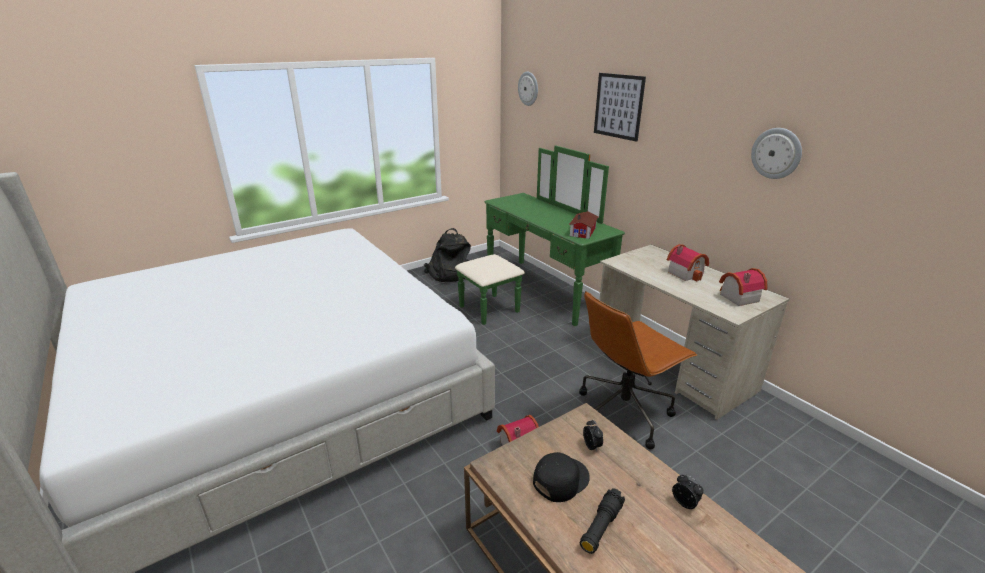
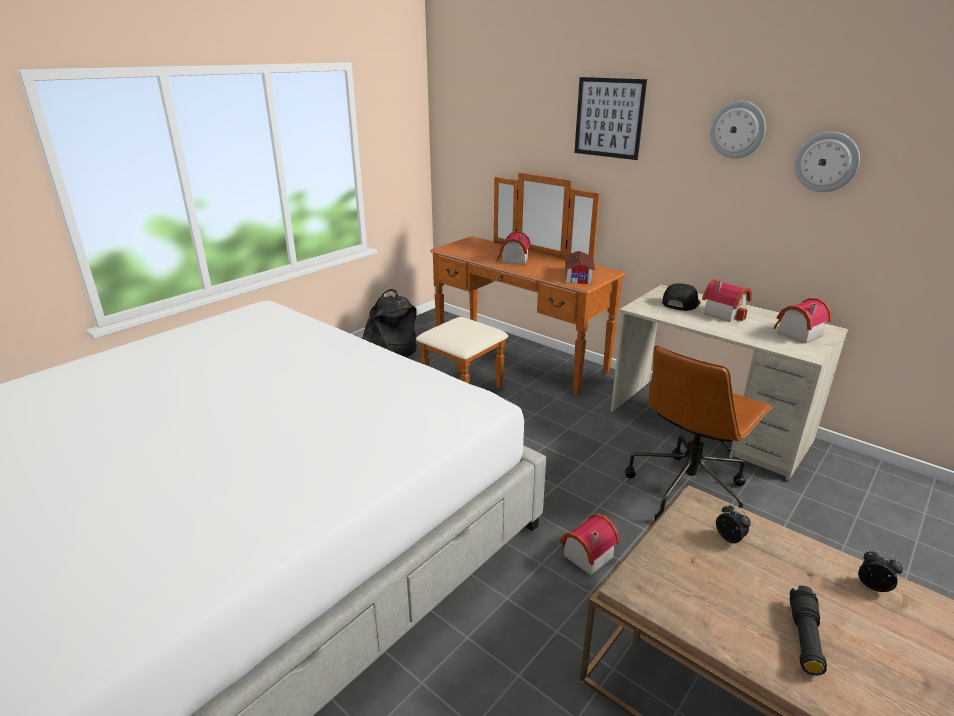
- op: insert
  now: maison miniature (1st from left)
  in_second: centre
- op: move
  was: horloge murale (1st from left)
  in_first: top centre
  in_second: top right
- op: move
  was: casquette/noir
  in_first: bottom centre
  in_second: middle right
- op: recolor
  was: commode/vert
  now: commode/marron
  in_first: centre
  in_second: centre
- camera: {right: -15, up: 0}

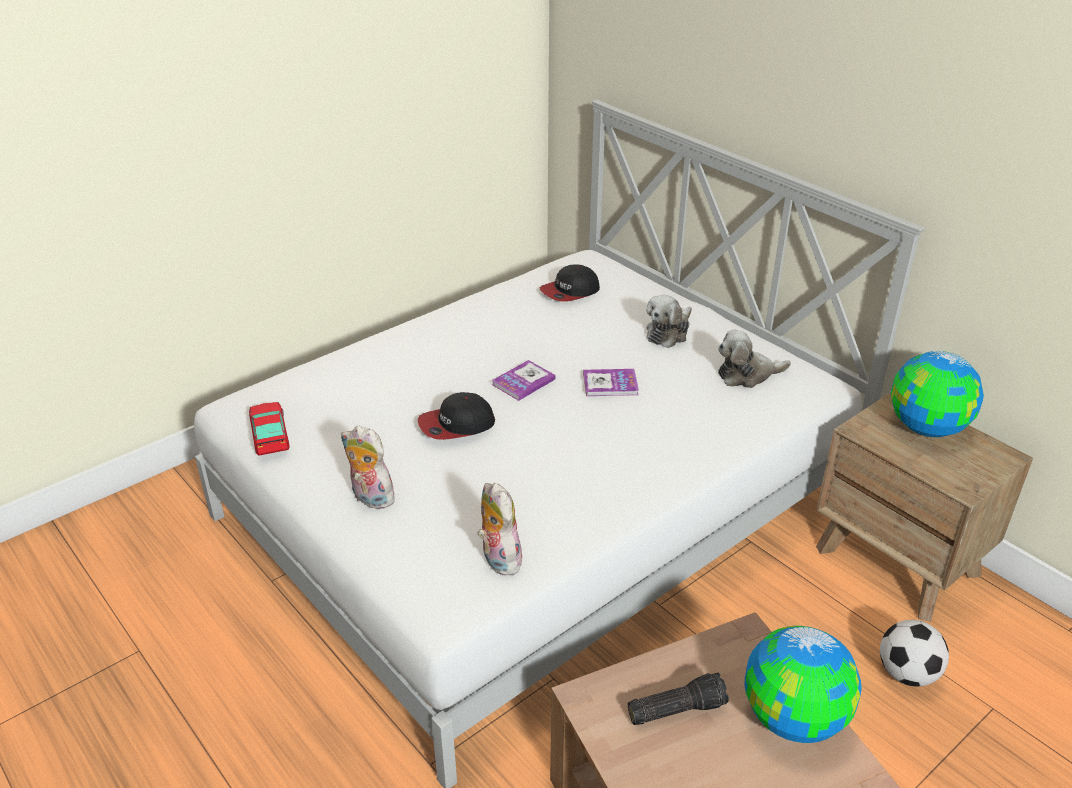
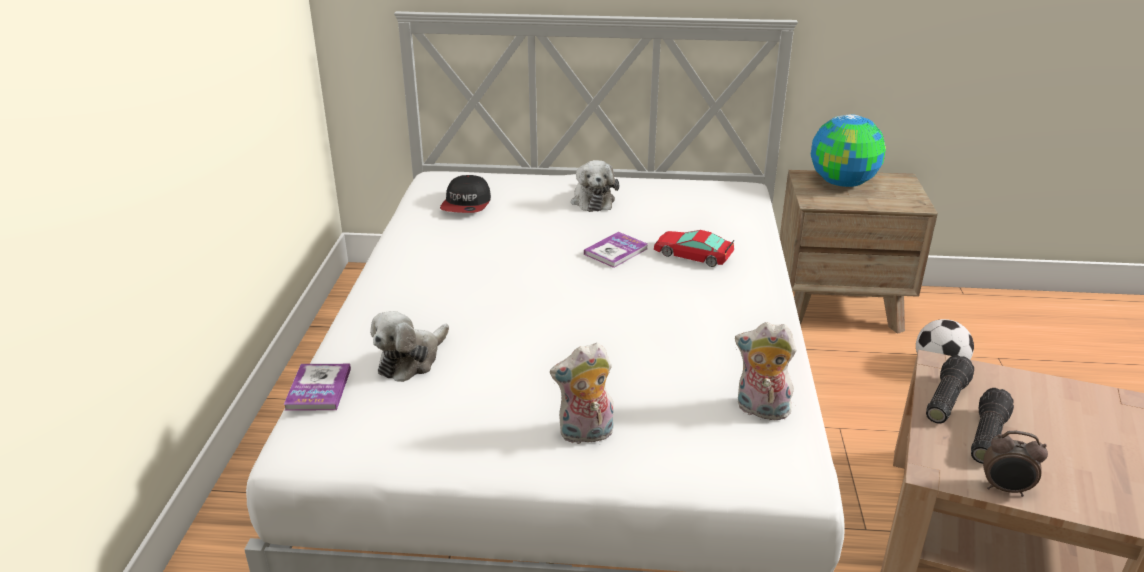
- op: delete
  was: casquette (1st from left)
  in_first: centre
- op: delete
  was: globe (1st from left)
  in_first: bottom right
- op: insert
  now: lampe de poche (1st from left)
  in_second: bottom right
- op: insert
  now: réveil
  in_second: bottom right
- op: move
  was: petite voiture
  in_first: middle left
  in_second: centre
- op: move
  was: livre (1st from left)
  in_first: centre
  in_second: bottom left
- op: move
  was: peluche (4th from left in the first image)
  now: peluche (1st from left)
  in_first: middle right
  in_second: centre
- camera: {right: -45, up: -5}

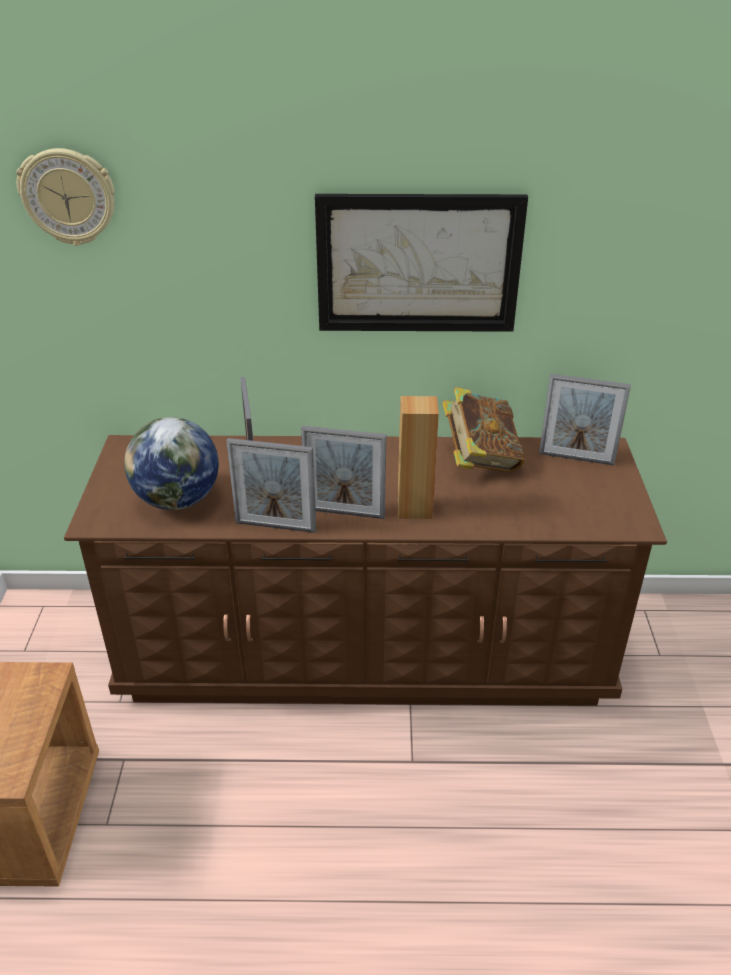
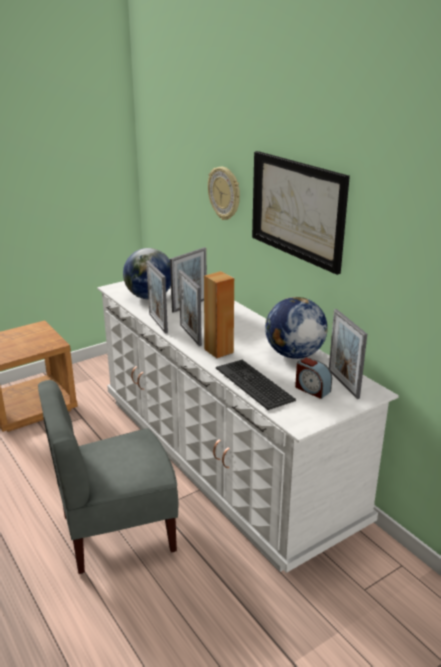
- op: insert
  now: chaise/gris
  in_second: bottom left
- op: insert
  now: clavier
  in_second: centre
- op: insert
  now: réveil
  in_second: middle right
- op: move
  was: horloge murale
  in_first: top left
  in_second: top centre
- op: replace
  was: livre
  now: globe (2nd from left)
  in_first: centre
  in_second: middle right
- op: recolor
  was: commode/marron
  now: commode/blanc
  in_first: centre
  in_second: centre
- camera: {right: 55, up: -10}

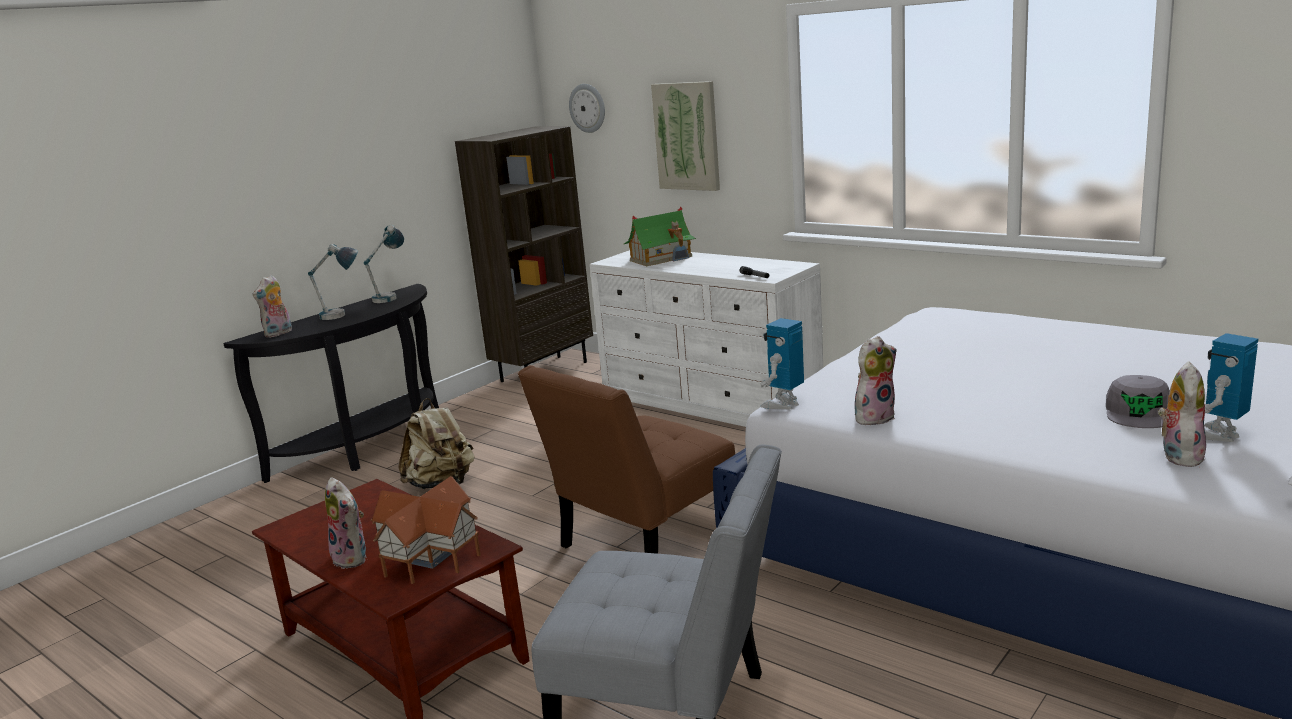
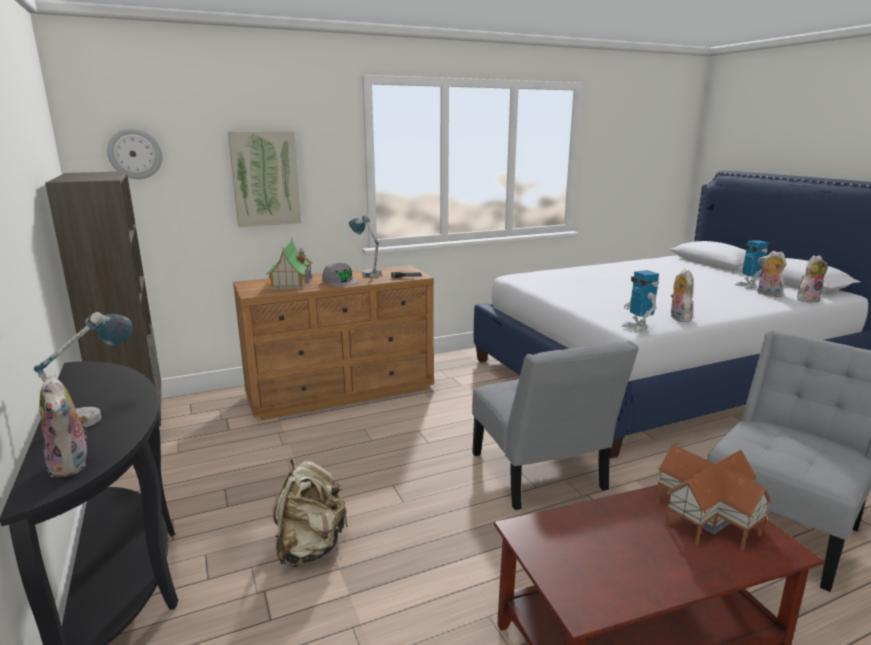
- op: move
  was: peluche (2nd from left in the first image)
  now: peluche (4th from left)
  in_first: bottom left
  in_second: middle right
- op: move
  was: lampe de table (2nd from left)
  in_first: middle left
  in_second: centre
- op: move
  was: casquette/gris
  in_first: middle right
  in_second: centre
- op: recolor
  was: chaise/marron
  now: chaise/gris (1st from left)
  in_first: centre
  in_second: centre
- op: recolor
  was: commode/blanc
  now: commode/marron
  in_first: centre
  in_second: centre
- camera: {right: -65, up: 0}

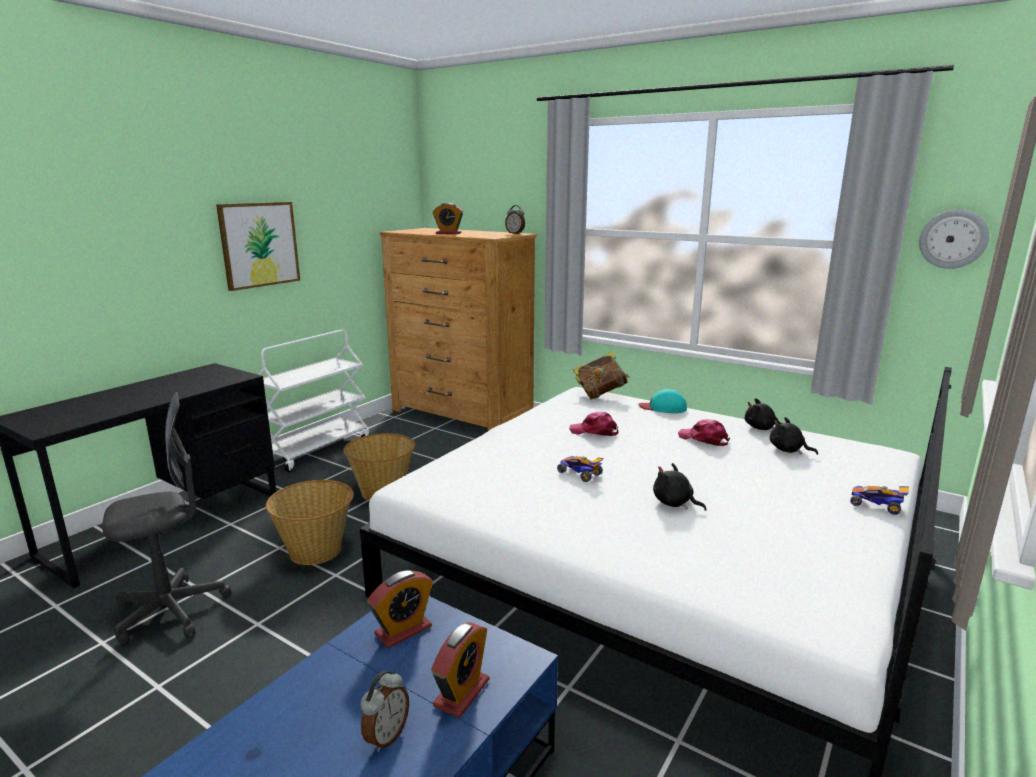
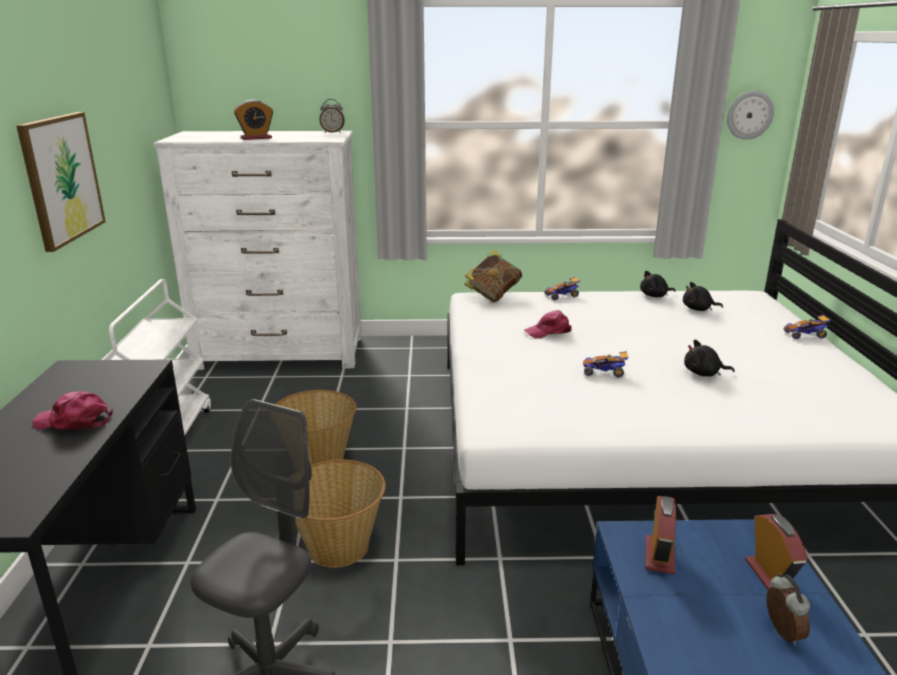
- op: move
  was: casquette/rose (2nd from left in the first image)
  now: casquette/rose (1st from left)
  in_first: middle right
  in_second: middle left
- op: replace
  was: casquette/turquoise
  now: petite voiture (1st from left)
  in_first: centre
  in_second: centre
- op: recolor
  was: commode/marron
  now: commode/blanc
  in_first: centre
  in_second: middle left
- camera: {right: -35, up: 5}

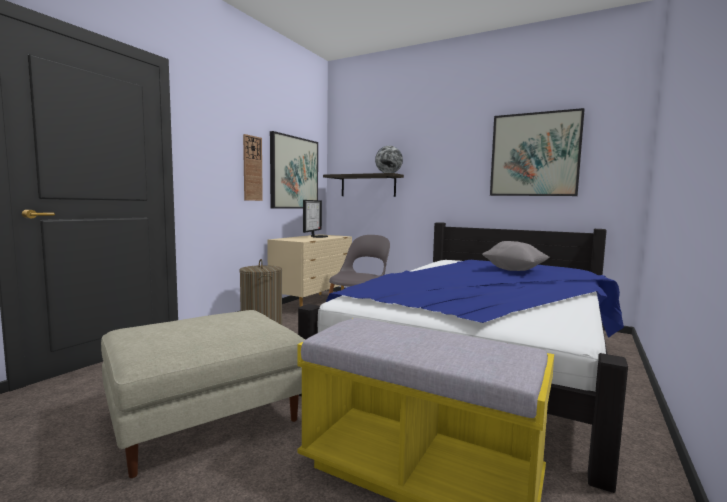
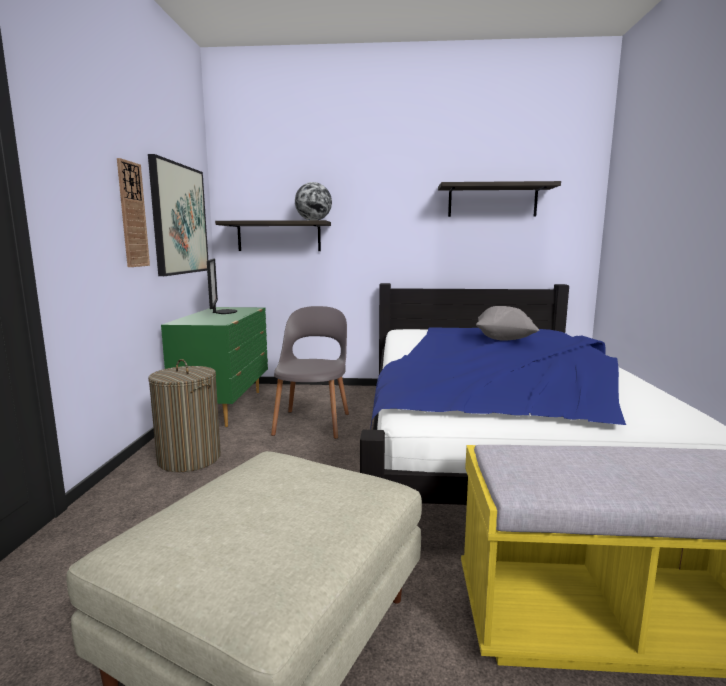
- op: replace
  was: tableau (2nd from left)
  now: étagère (2nd from left)
  in_first: top right
  in_second: top right
- op: recolor
  was: commode/beige
  now: commode/vert
  in_first: centre
  in_second: middle left
- camera: {right: -25, up: 5}

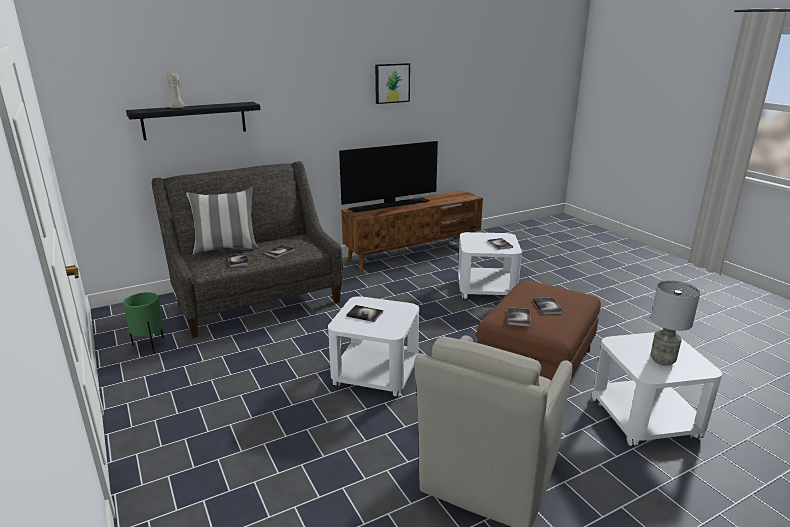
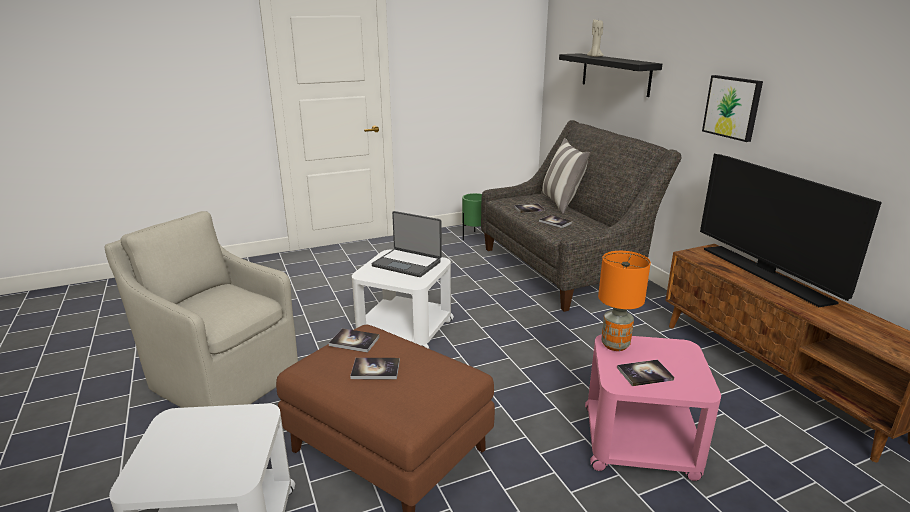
- op: delete
  was: lampe de table/gris
  in_first: middle right
- op: insert
  now: lampe de table/orange
  in_second: middle right
- op: move
  was: tableau
  in_first: top centre
  in_second: top right
- op: replace
  was: livre (3rd from left)
  now: ordinateur portable
  in_first: centre
  in_second: centre
- op: recolor
  was: table d'appoint/blanc (2nd from left)
  now: table d'appoint/rose
  in_first: centre
  in_second: bottom right
- camera: {right: 95, up: 0}

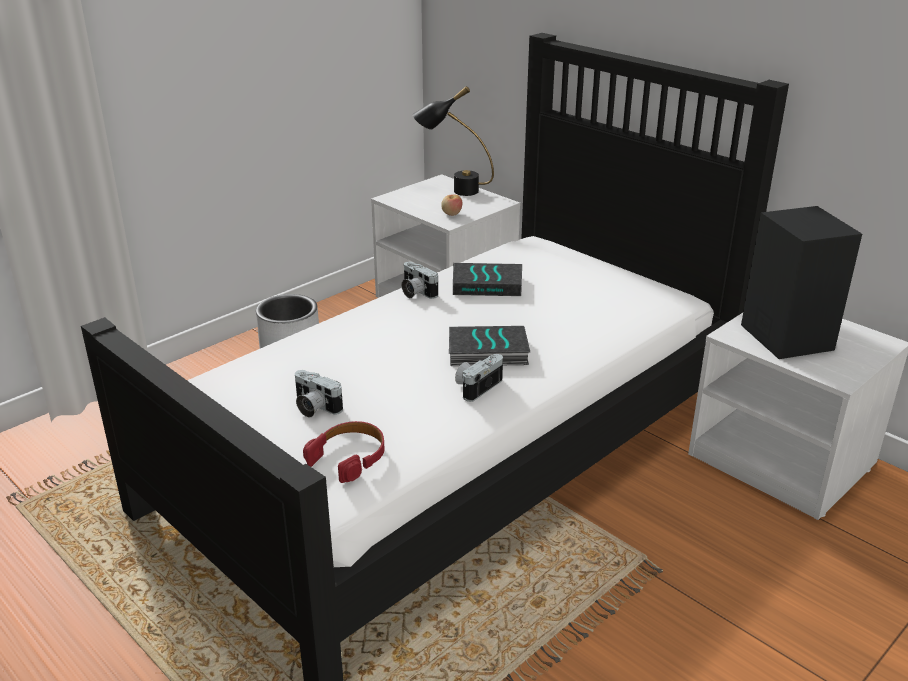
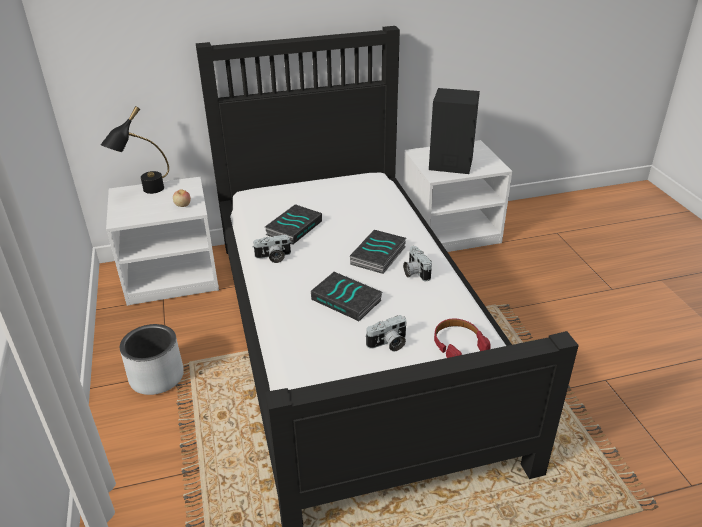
- op: insert
  now: livre (2nd from left)
  in_second: centre
- camera: {right: -60, up: 5}

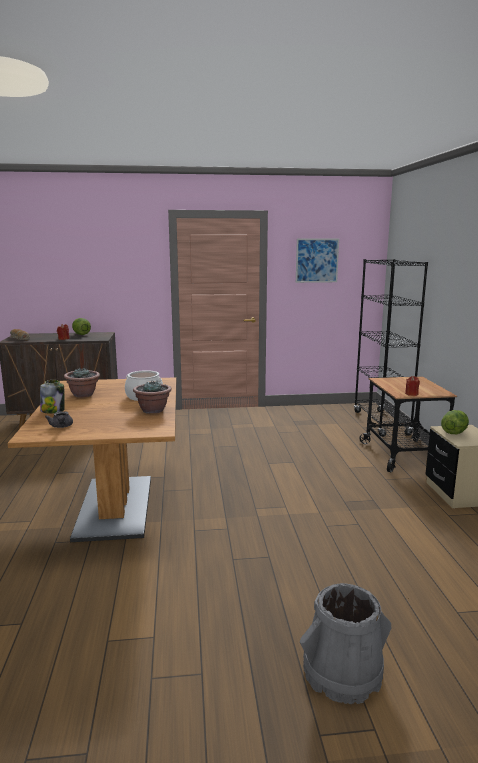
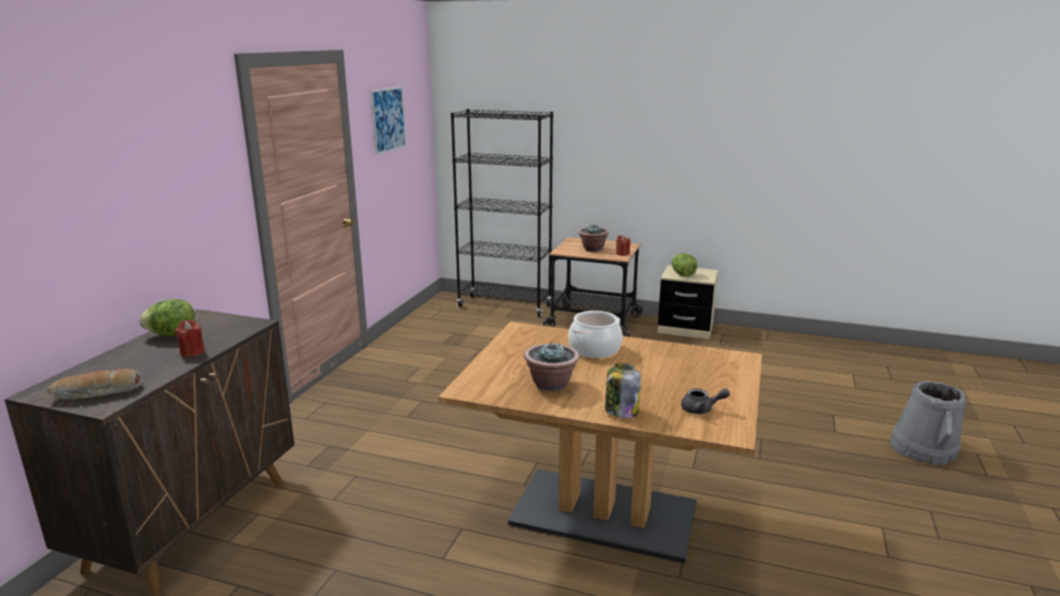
- op: move
  was: plante en pot (2nd from left)
  in_first: middle left
  in_second: centre
- camera: {right: -65, up: 5}

